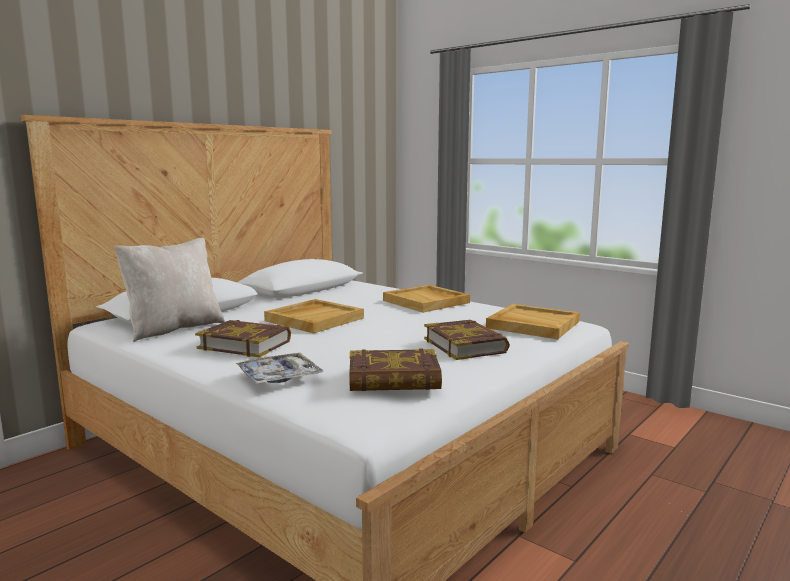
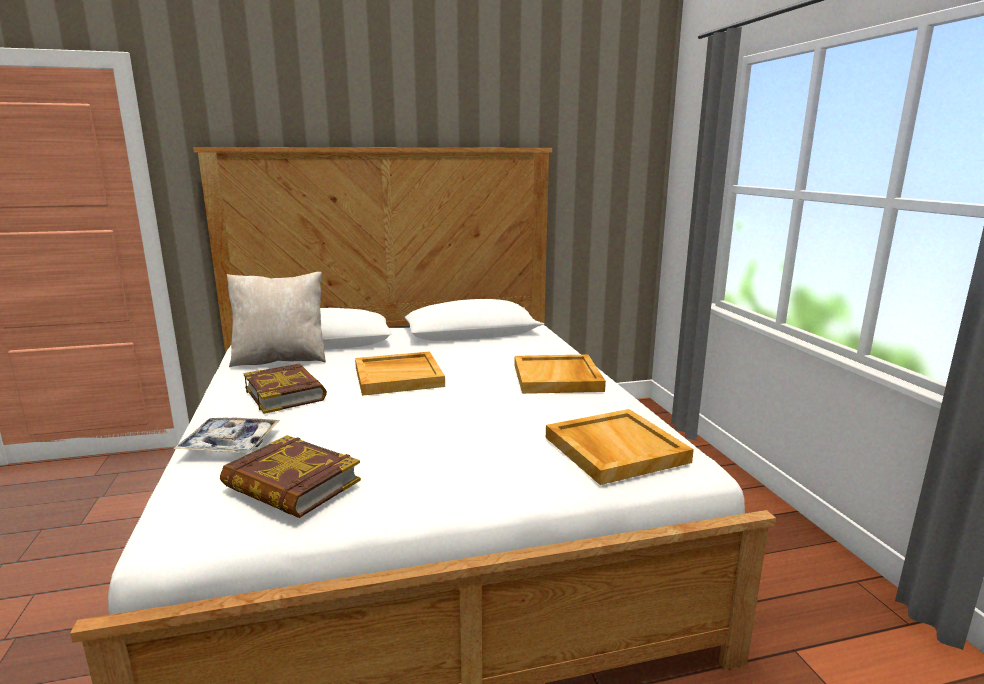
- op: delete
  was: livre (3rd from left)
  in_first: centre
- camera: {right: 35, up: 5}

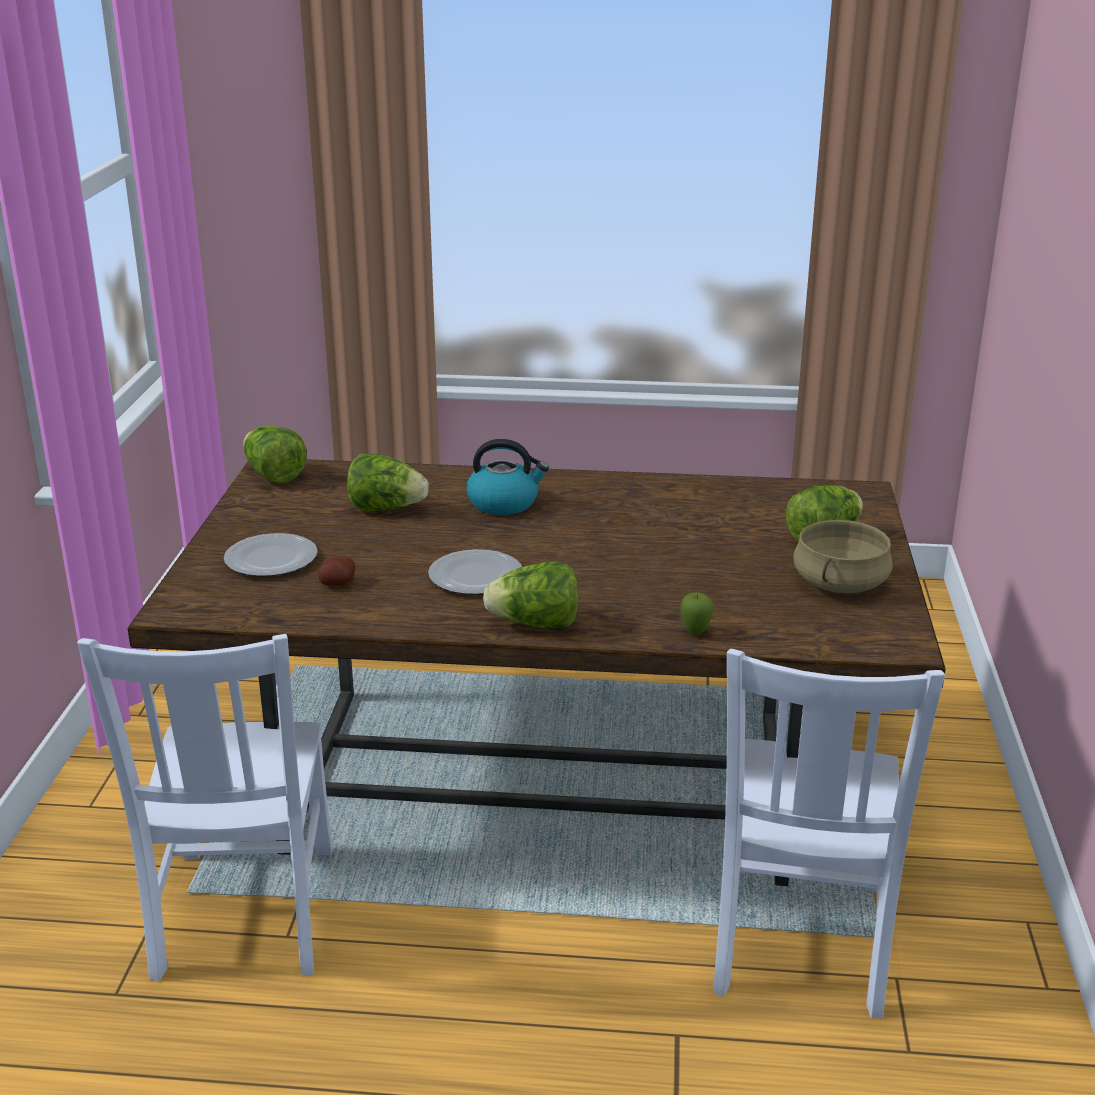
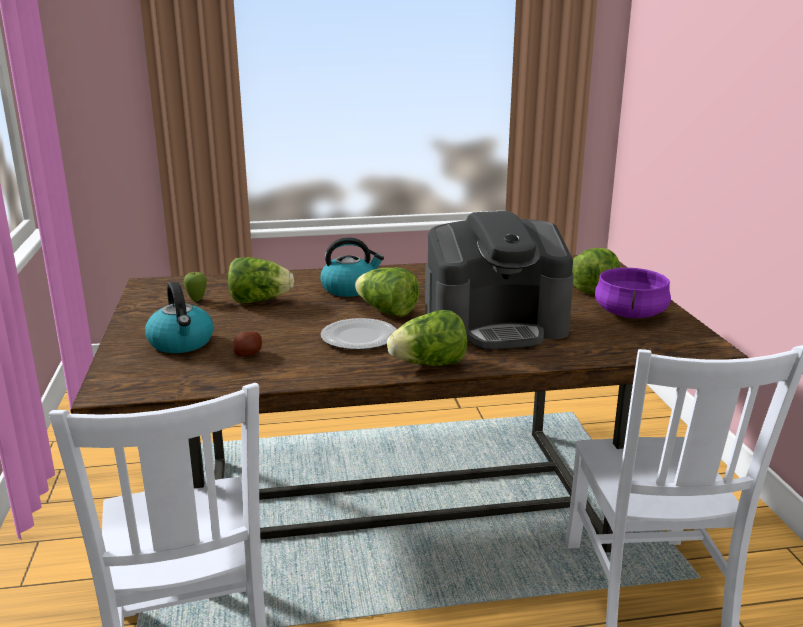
- op: insert
  now: machine à café
  in_second: centre
- op: move
  was: laitue (1st from left in the first image)
  now: laitue (2nd from left)
  in_first: middle left
  in_second: centre
- op: move
  was: pomme
  in_first: centre
  in_second: middle left
- op: replace
  was: assiette (1st from left)
  now: bouilloire (1st from left)
  in_first: middle left
  in_second: middle left
- op: recolor
  was: marmite/beige
  now: marmite/violet
  in_first: middle right
  in_second: middle right
- camera: {right: -15, up: -5}

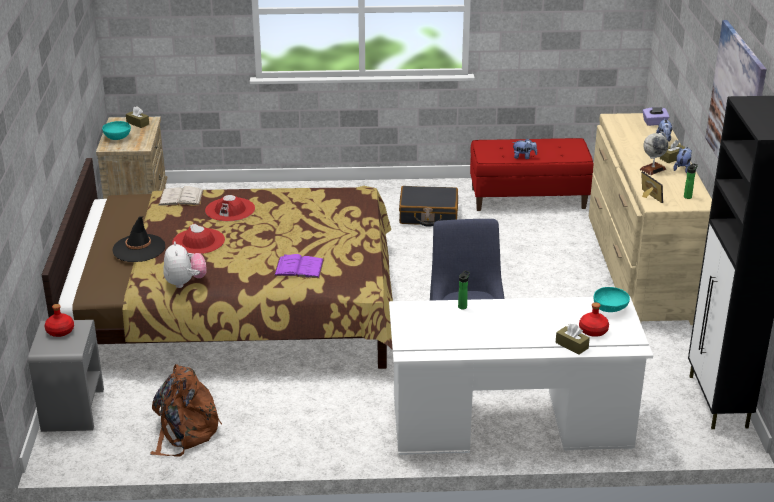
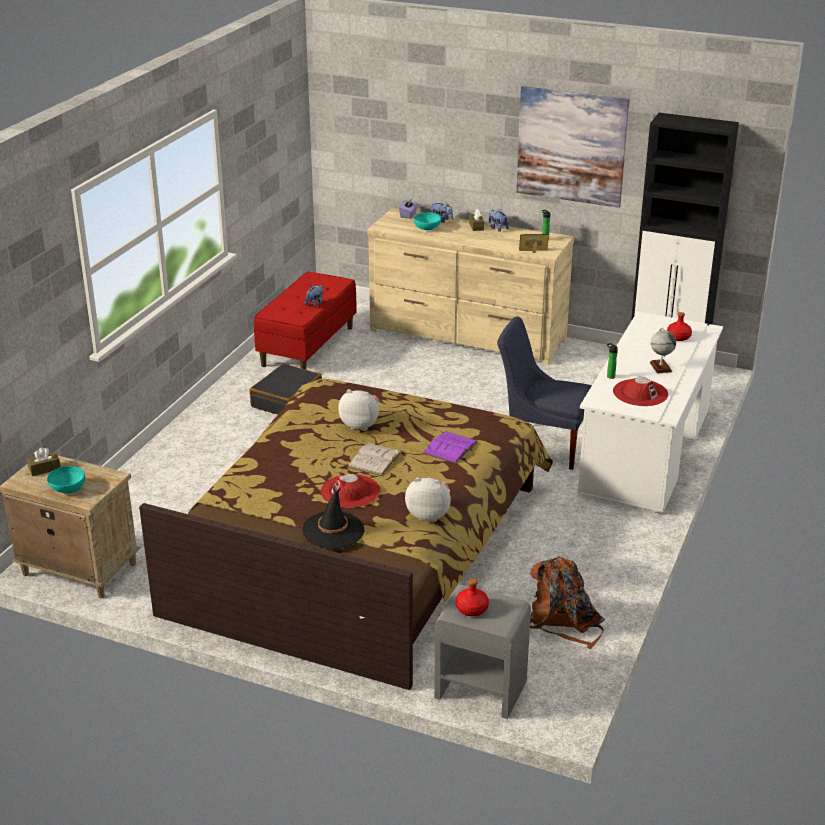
- op: delete
  was: boîte à mouchoirs/marron (2nd from left)
  in_first: bottom right
- op: insert
  now: peluche (2nd from left)
  in_second: centre
- op: move
  was: livre/blanc
  in_first: middle left
  in_second: centre
- op: move
  was: chapeau/rouge (2nd from left)
  in_first: middle left
  in_second: middle right
- op: move
  was: bol/turquoise (2nd from left)
  in_first: middle right
  in_second: top centre
- op: move
  was: globe
  in_first: top right
  in_second: middle right
- camera: {right: -65, up: 0}

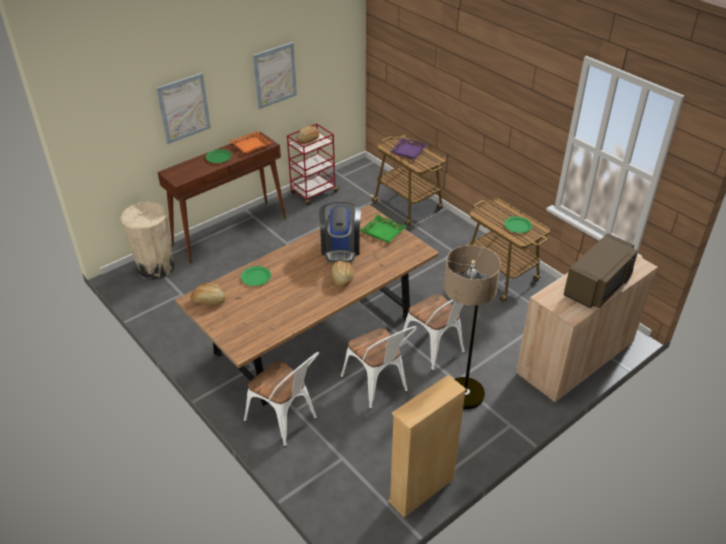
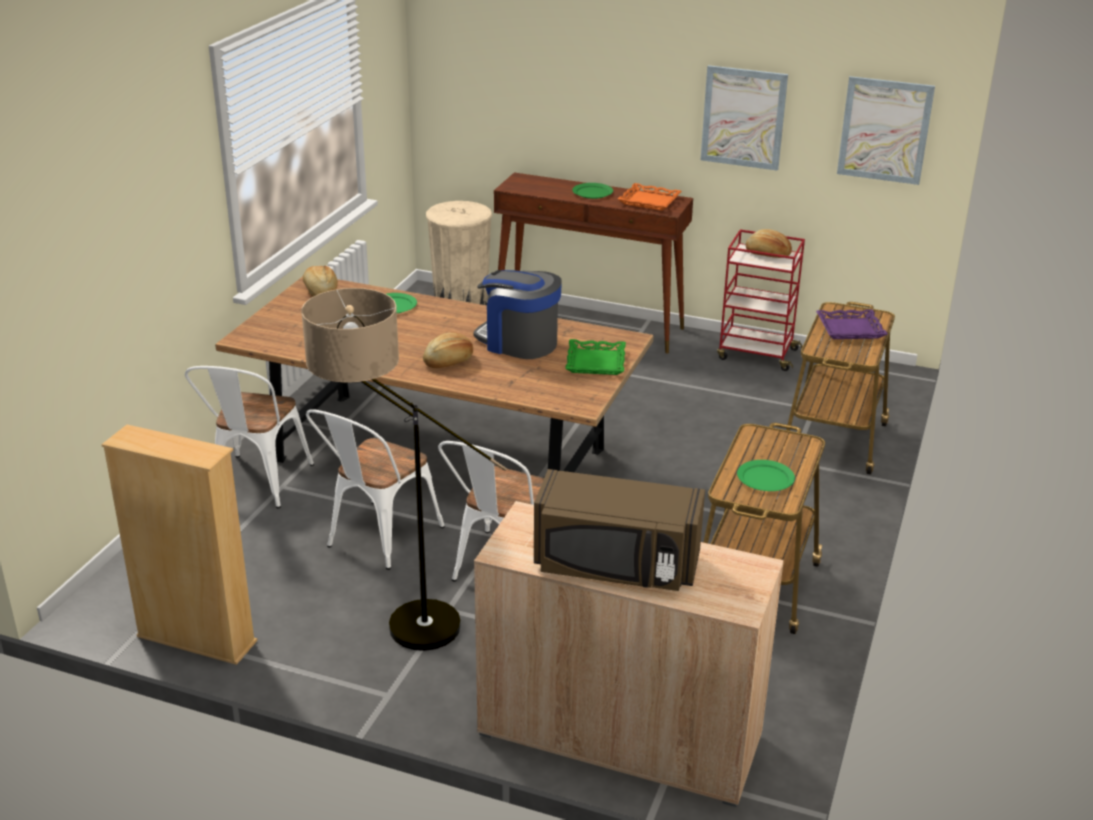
- op: move
  was: tableau (1st from left in the first image)
  now: tableau (2nd from left)
  in_first: top left
  in_second: top right
- op: rotate
  was: machine à café
  in_first: centre
  in_second: centre
  clockwise: 60
- camera: {right: 60, up: -10}

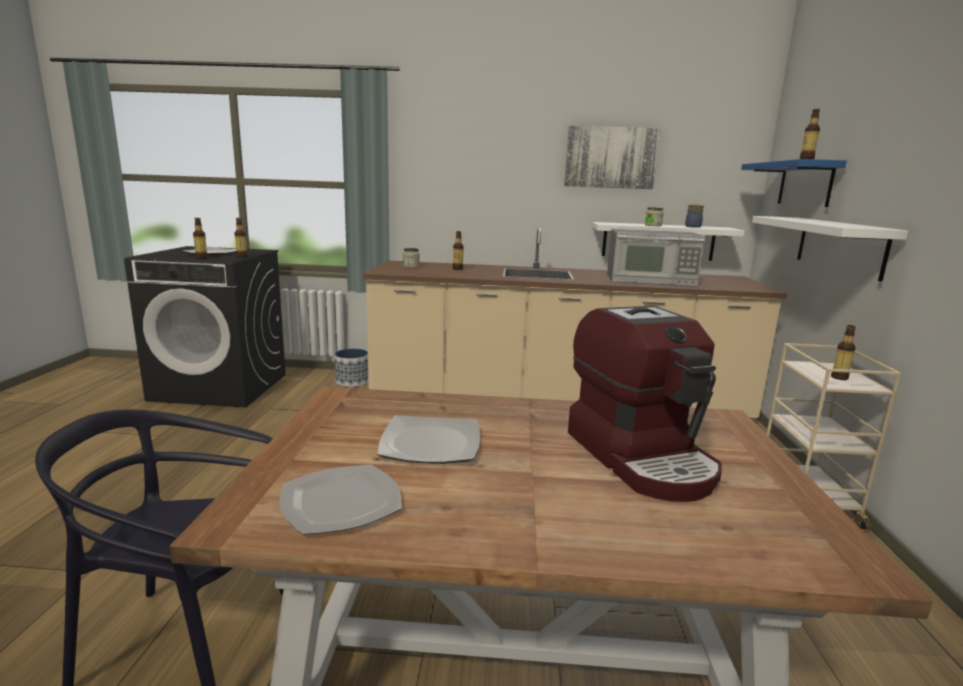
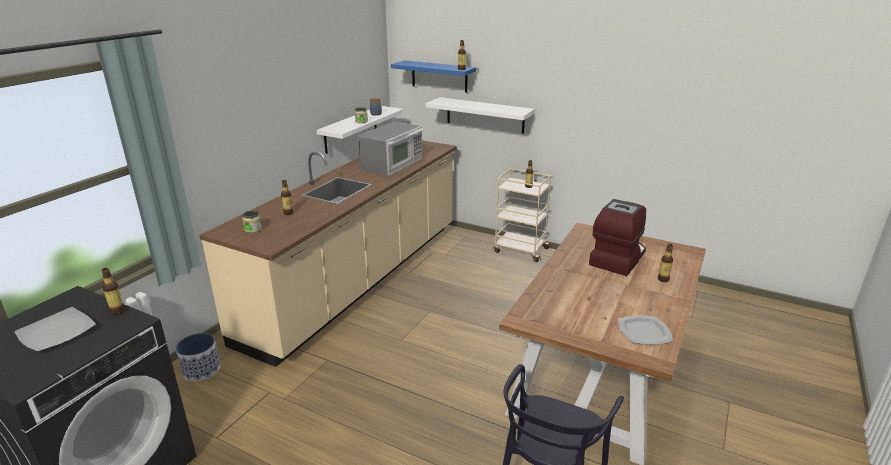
- op: delete
  was: assiette (3rd from left)
  in_first: centre
- op: delete
  was: tableau
  in_first: top centre
- op: move
  was: bouteille (1st from left in the first image)
  now: bouteille (5th from left)
  in_first: middle left
  in_second: middle right
- op: rotate
  was: machine à café
  in_first: middle right
  in_second: middle right
  clockwise: -60
- camera: {right: -65, up: 10}

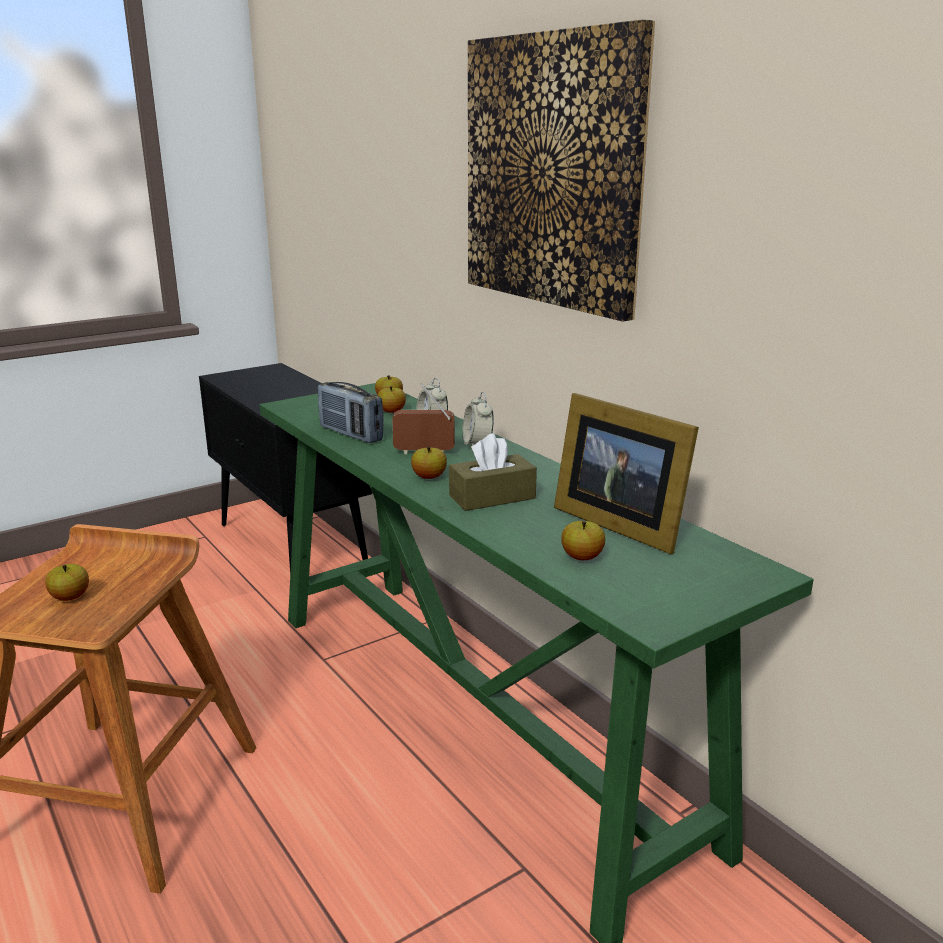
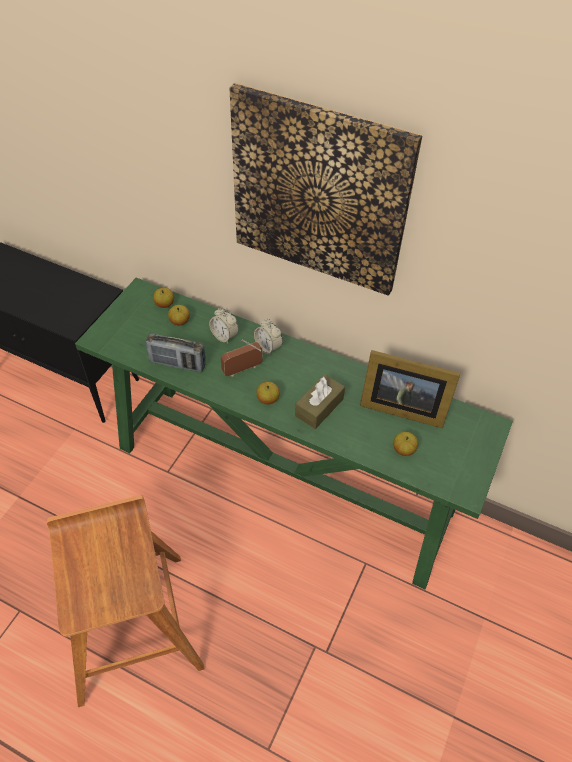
- op: delete
  was: pomme (1st from left)
  in_first: middle left
- camera: {right: -30, up: 30}

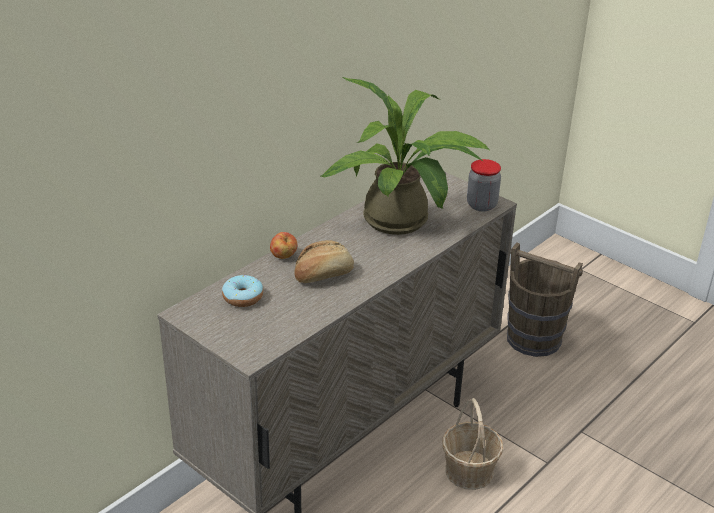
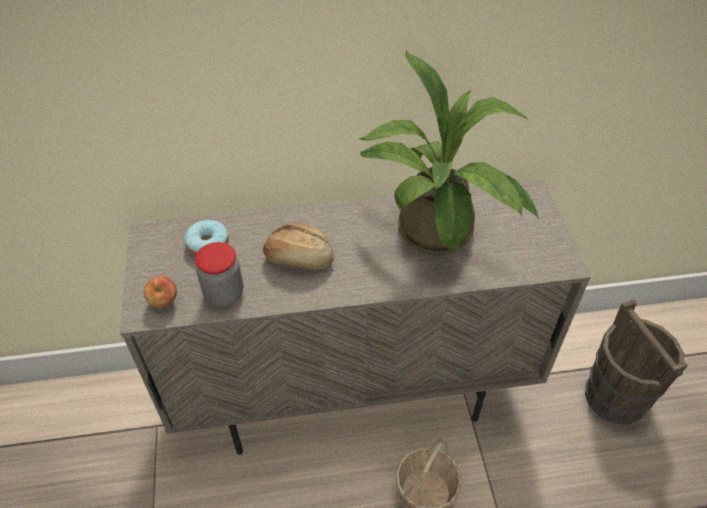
- op: move
  was: pomme
  in_first: centre
  in_second: middle left
- op: move
  was: bocal
  in_first: middle right
  in_second: middle left
- camera: {right: 40, up: 15}

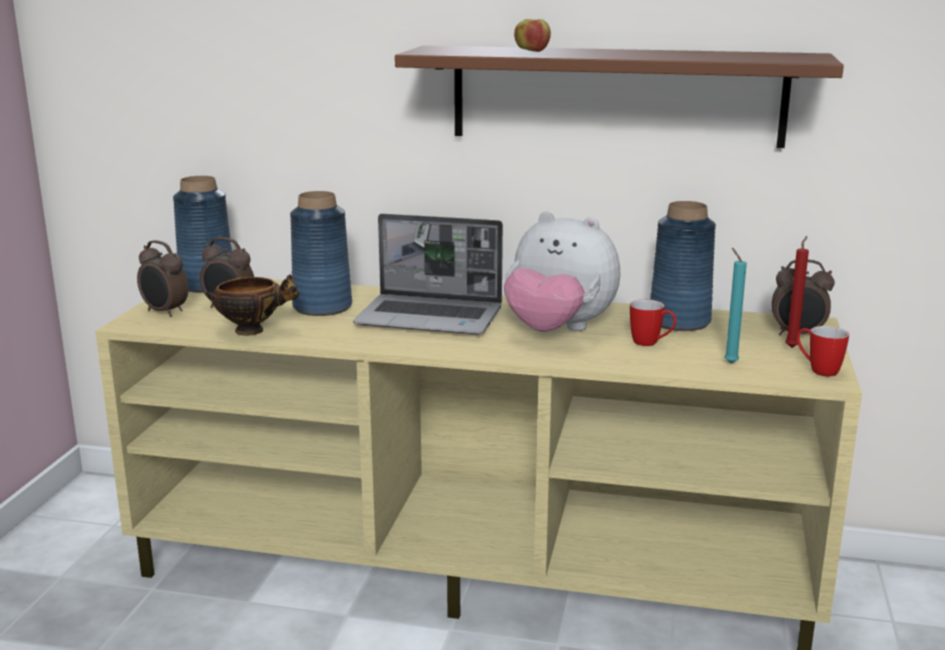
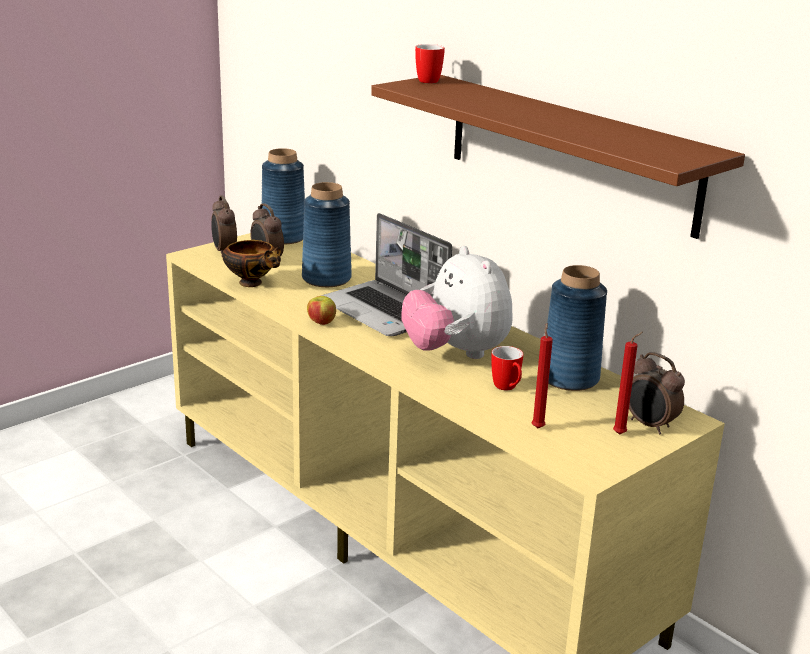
- op: move
  was: pomme
  in_first: top centre
  in_second: centre
- op: move
  was: mug (2nd from left in the first image)
  now: mug (1st from left)
  in_first: middle right
  in_second: top centre
- op: recolor
  was: bougie/turquoise
  now: bougie/rouge (1st from left)
  in_first: middle right
  in_second: middle right
- camera: {right: 35, up: 5}

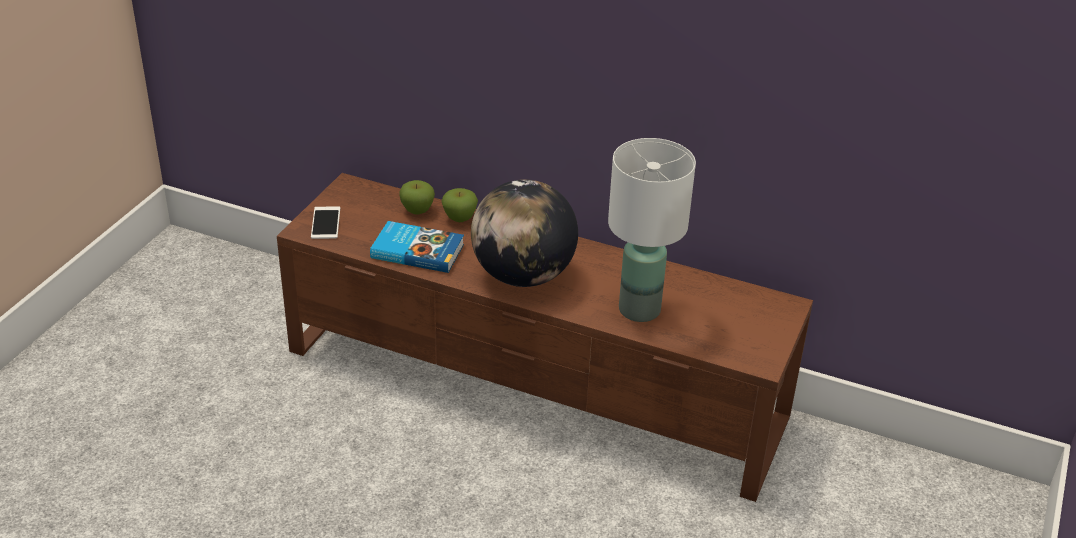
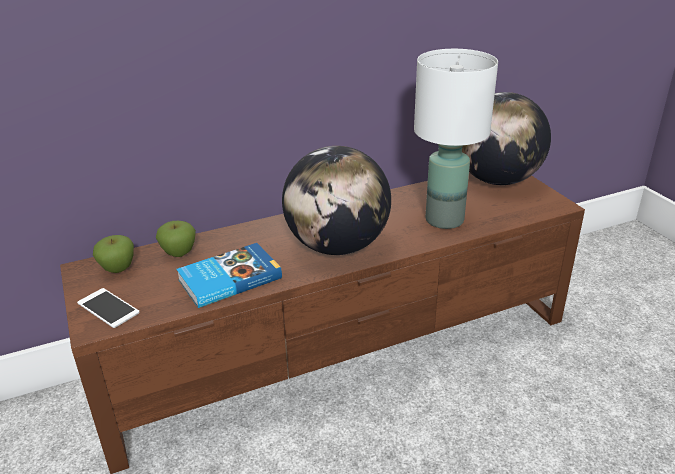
- op: insert
  now: globe (2nd from left)
  in_second: top right
- op: move
  was: pomme (2nd from left in the first image)
  now: pomme (1st from left)
  in_first: centre
  in_second: middle left
- camera: {right: -45, up: -5}

